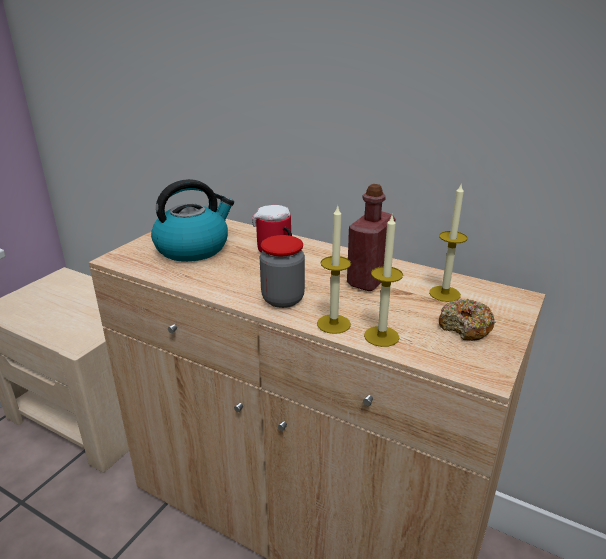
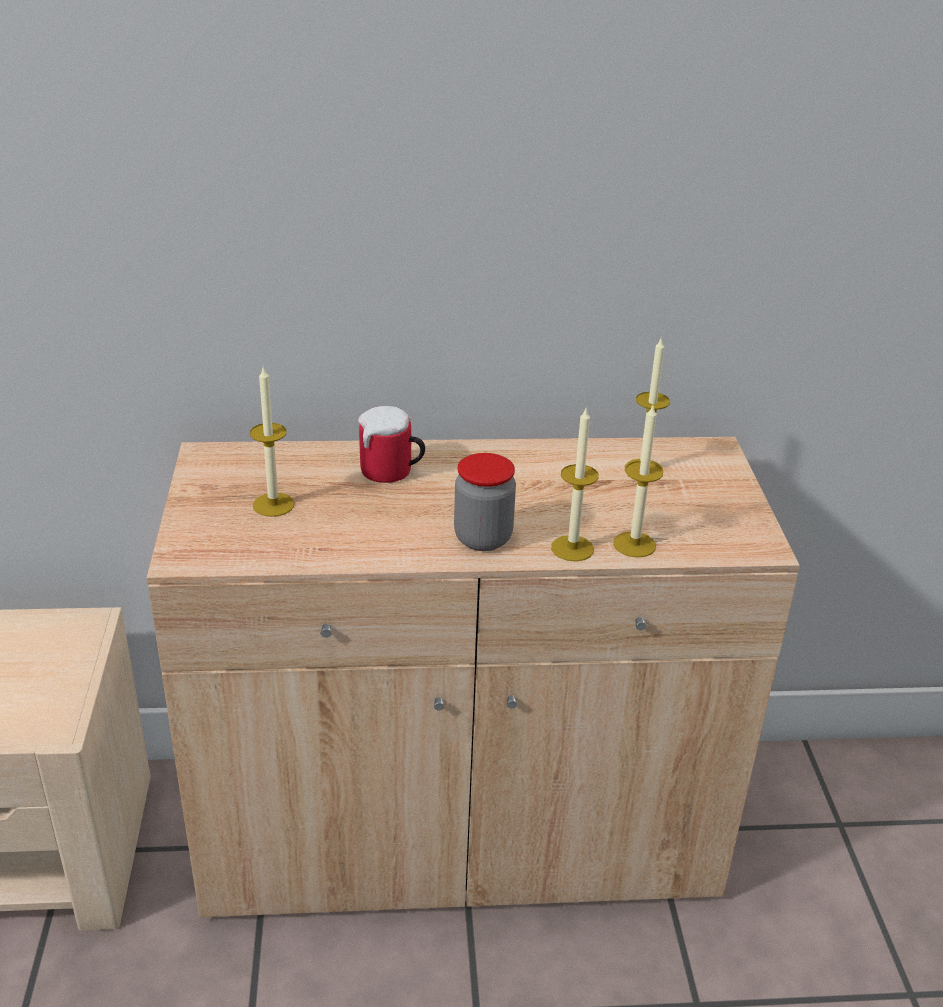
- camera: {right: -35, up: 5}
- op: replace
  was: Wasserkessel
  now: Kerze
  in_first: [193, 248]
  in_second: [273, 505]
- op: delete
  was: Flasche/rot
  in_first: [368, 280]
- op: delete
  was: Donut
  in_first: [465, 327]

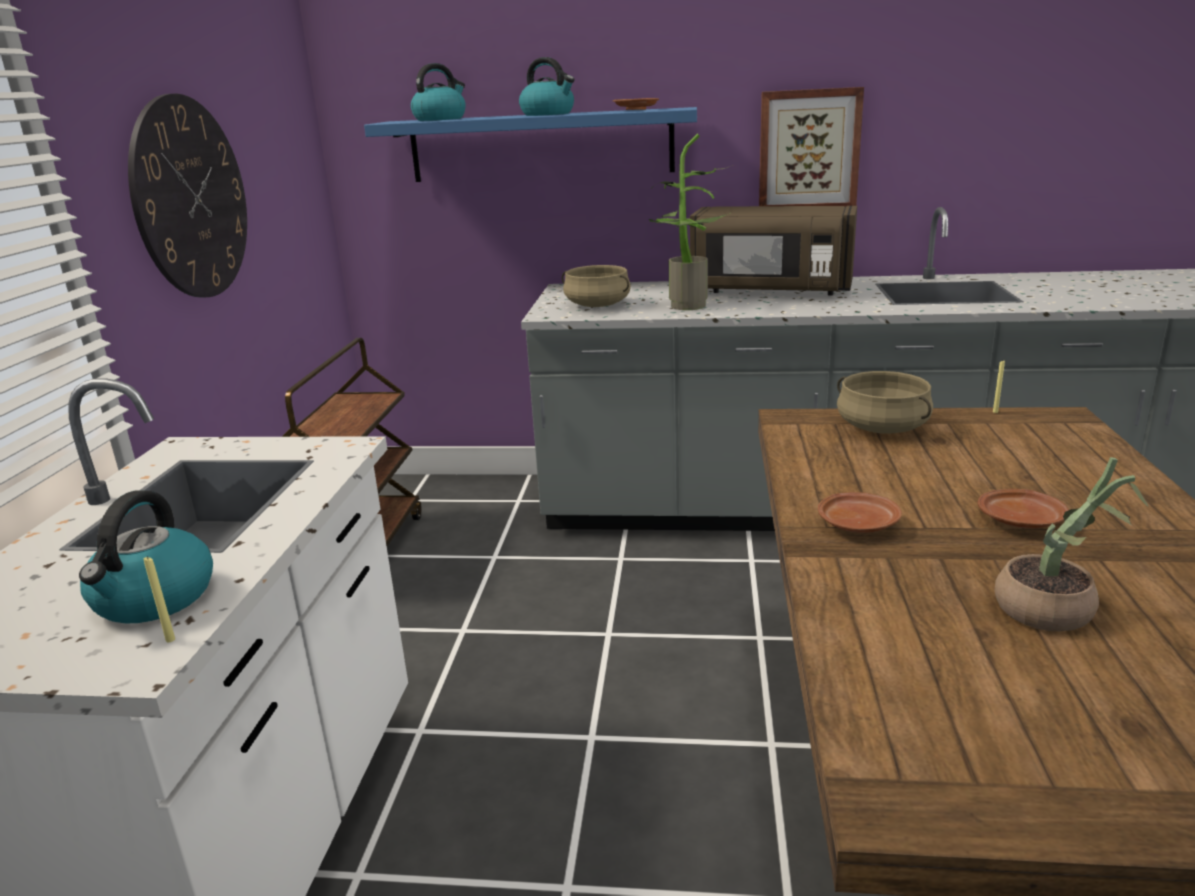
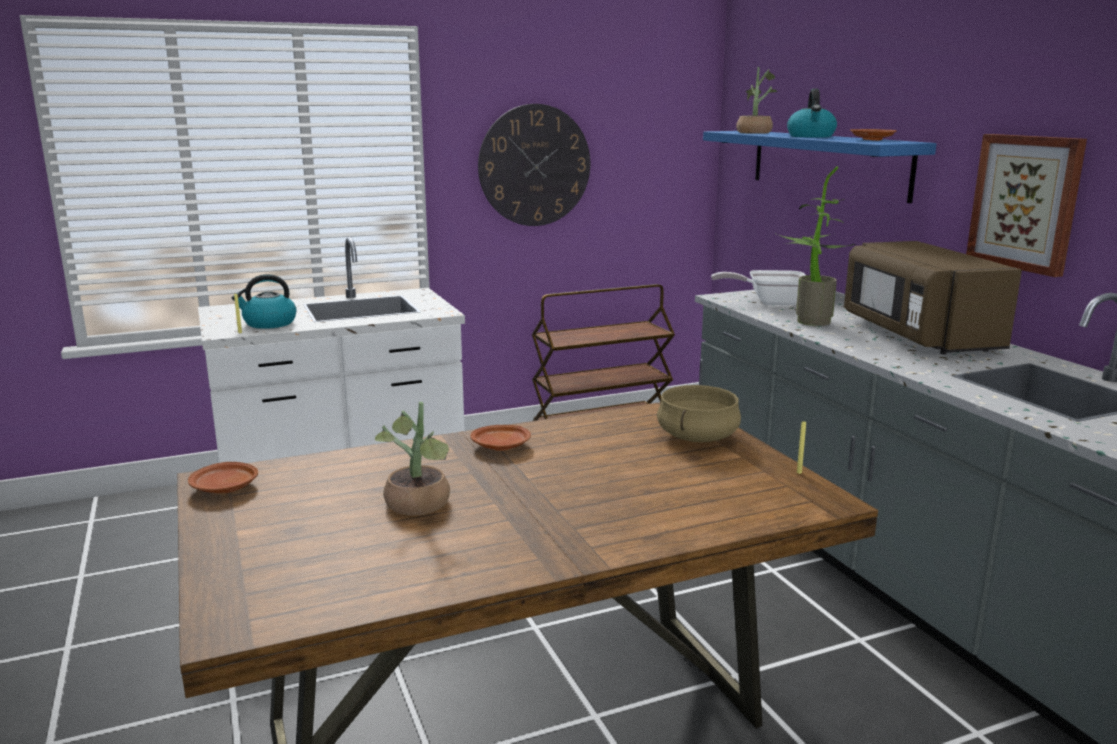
- camera: {right: 60, up: -5}
- op: move
  was: Teller/braun
  in_first: [1021, 521]
  in_second: [225, 488]
- op: replace
  was: Kochtopf/beige
  now: Pfanne
  in_first: [597, 305]
  in_second: [769, 302]
- op: replace
  was: Wasserkessel
  now: Topfpflanze
  in_first: [440, 119]
  in_second: [754, 132]

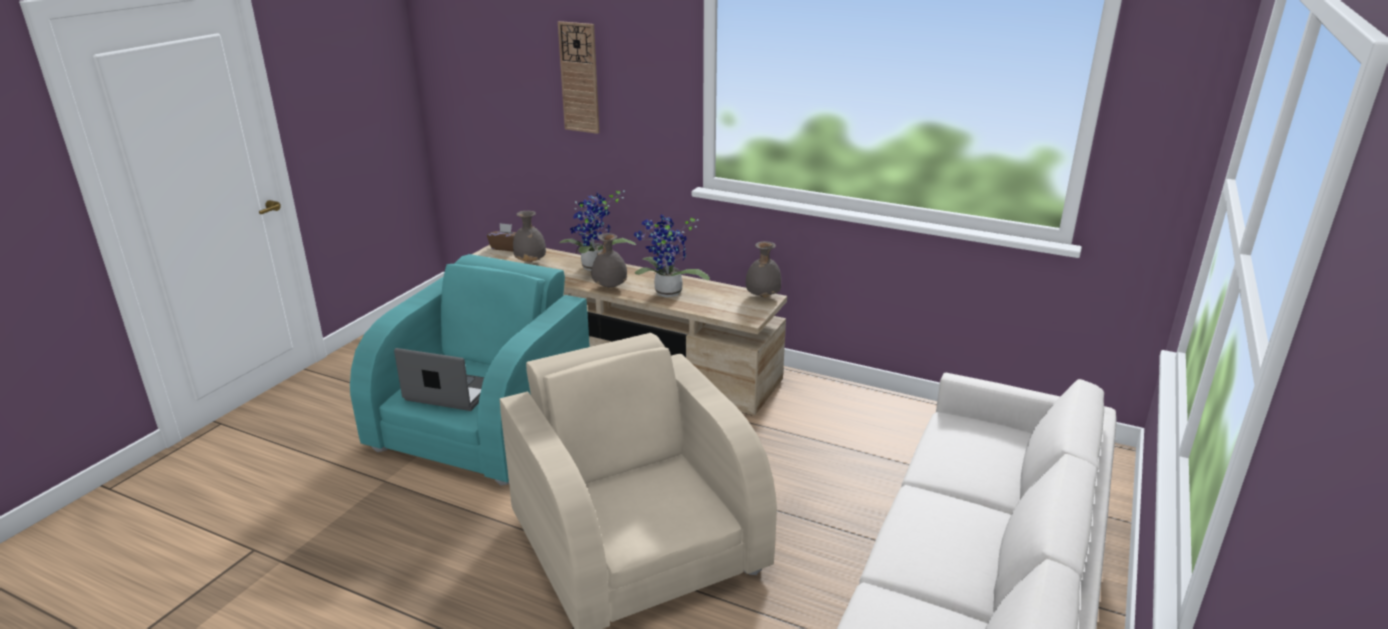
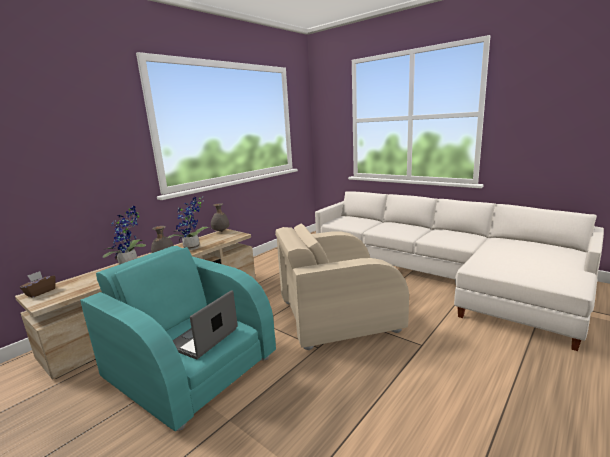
- camera: {right: -75, up: -10}
- op: delete
  was: Vase/grau
  in_first: [531, 262]
- op: delete
  was: Wanduhr
  in_first: [579, 78]

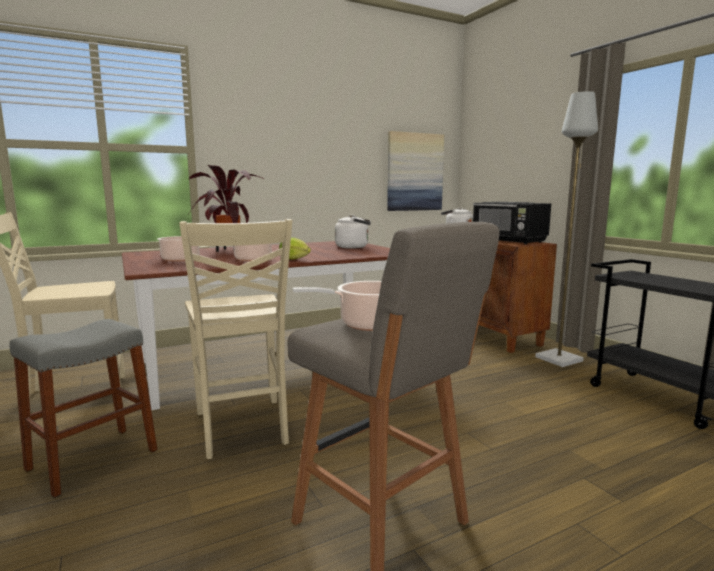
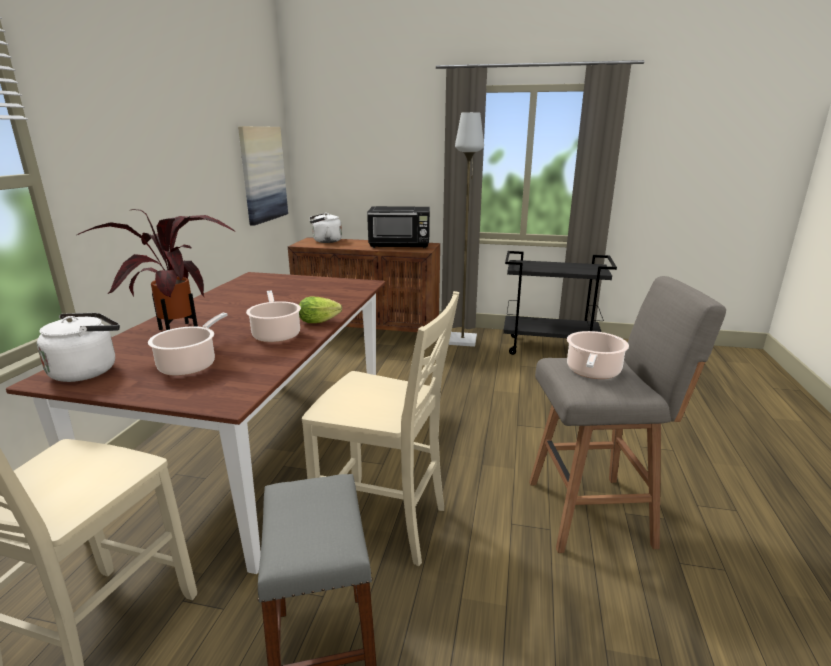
- camera: {right: -50, up: 10}
- op: move
  was: Wasserkessel/weiß
  in_first: [354, 247]
  in_second: [88, 370]

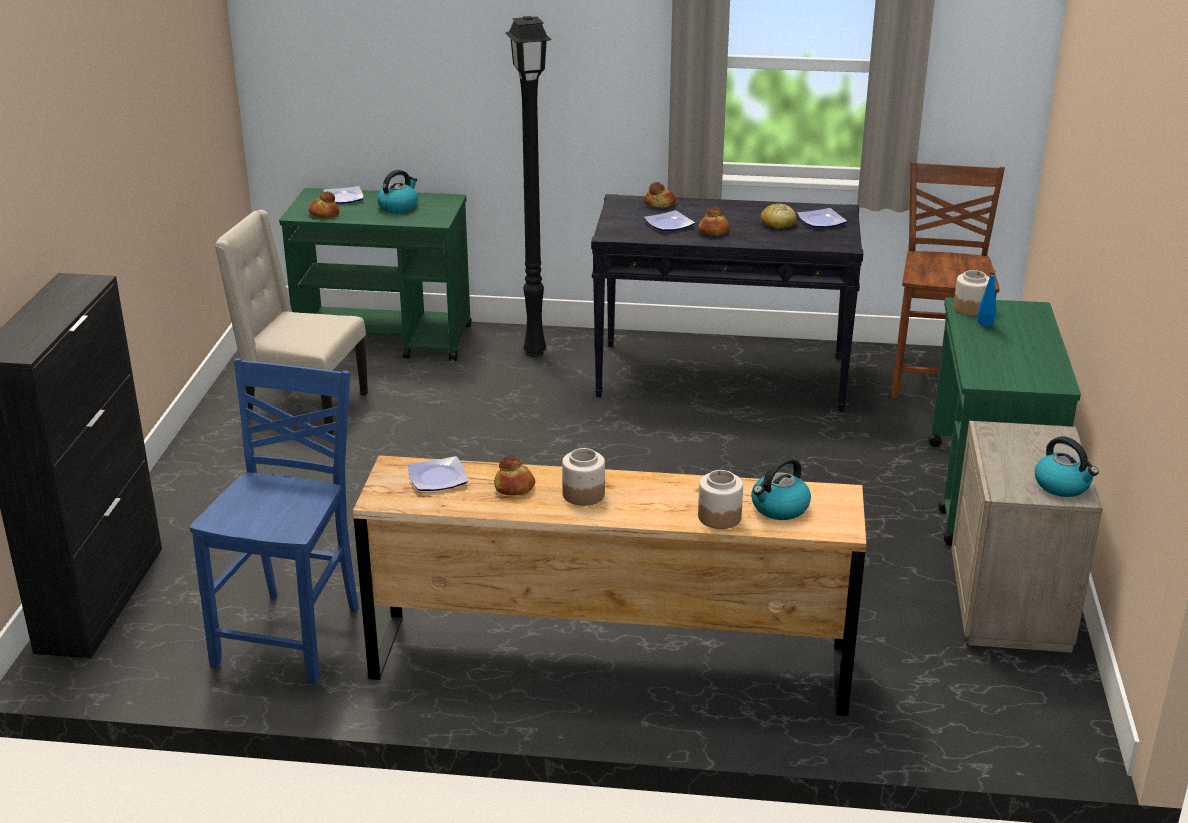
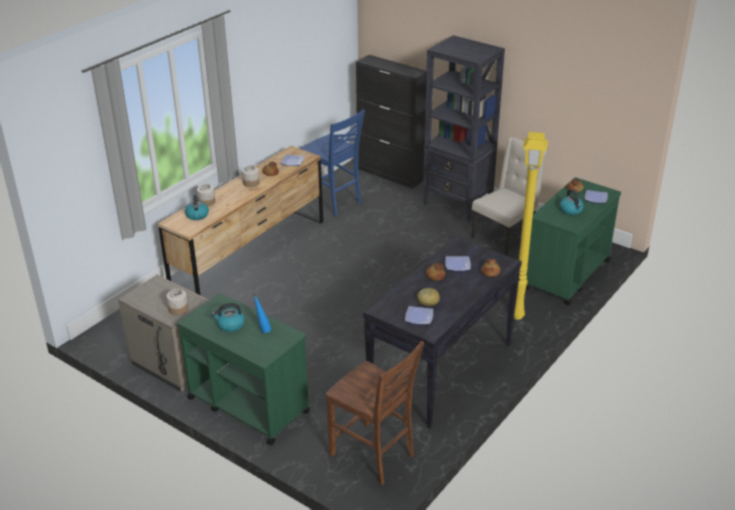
- camera: {right: 120, up: 5}
- op: move
  was: Vorratsglas
  in_first: [970, 308]
  in_second: [178, 309]
- op: move
  was: Wasserkessel
  in_first: [1063, 486]
  in_second: [230, 325]
- op: insert
  now: Bücherregal/schwarz
  in_second: [458, 204]
- op: recolor
  was: Stehlampe/schwarz
  now: Stehlampe/gelb
  in_first: [536, 352]
  in_second: [518, 316]

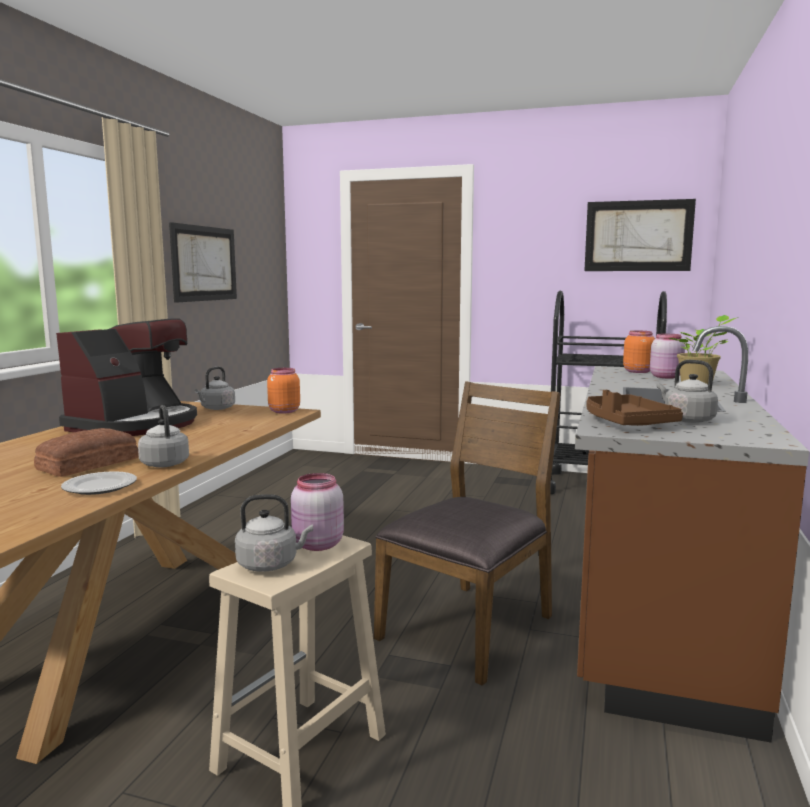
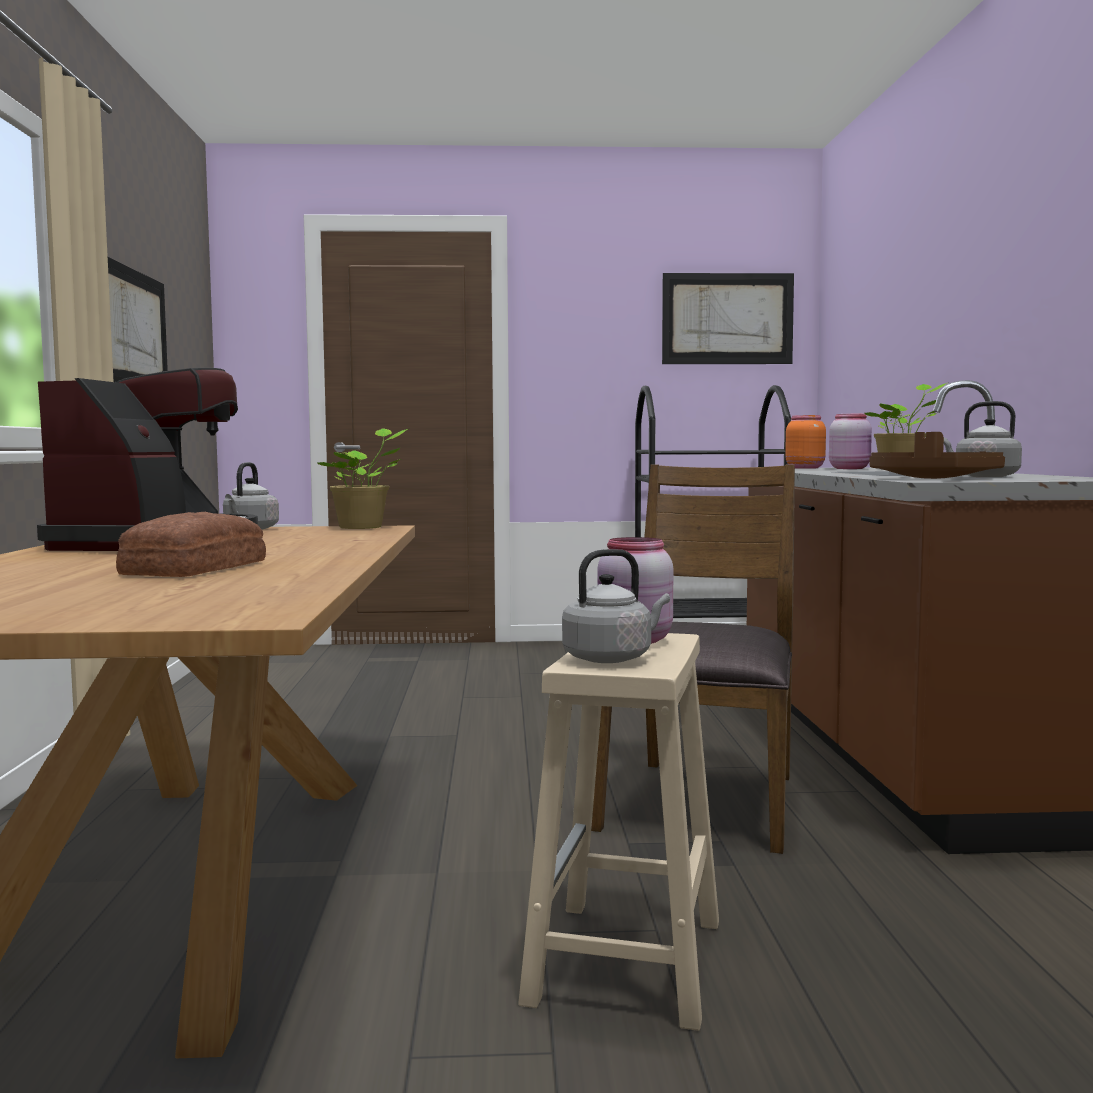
- camera: {right: -20, up: -5}
- op: replace
  was: Vorratsglas/orange
  now: Topfpflanze
  in_first: [283, 411]
  in_second: [364, 527]
- op: delete
  was: Teller
  in_first: [100, 487]
- op: delete
  was: Wasserkessel/grau
  in_first: [164, 463]

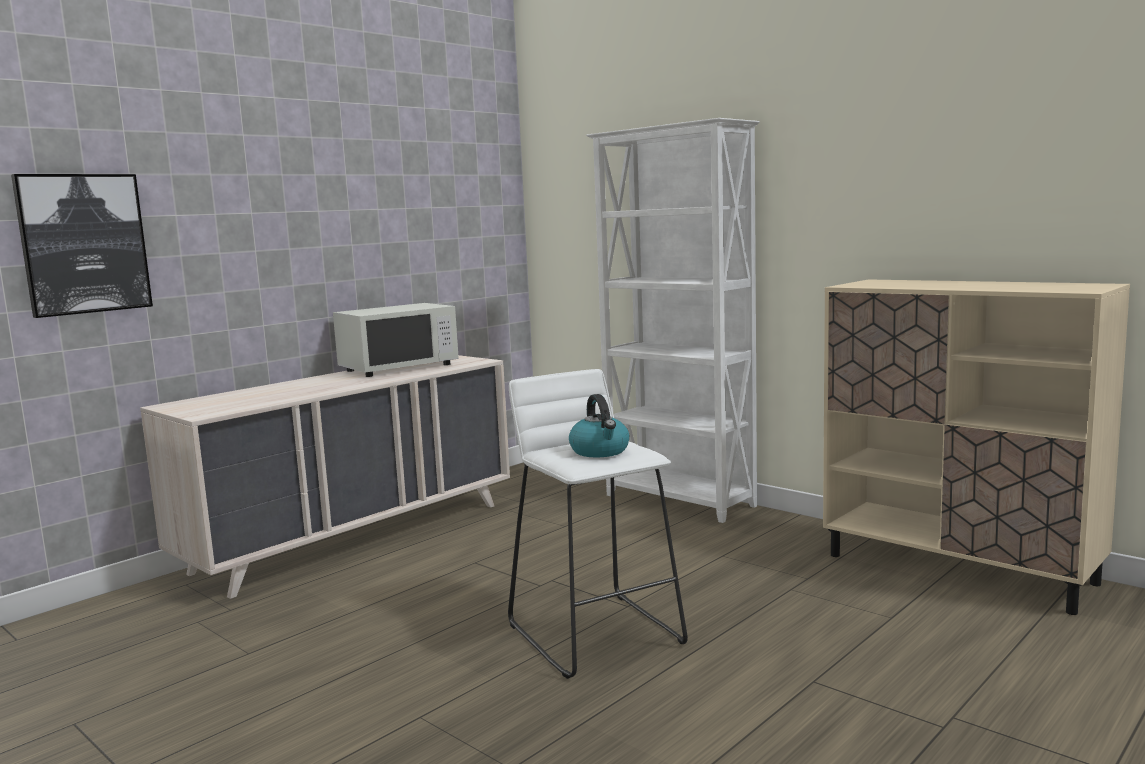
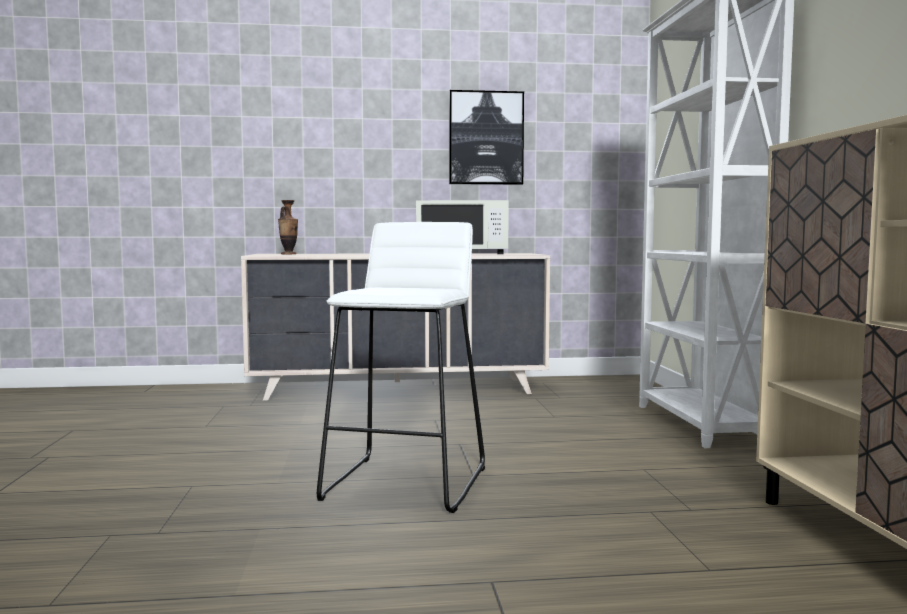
- camera: {right: 40, up: -5}
- op: insert
  now: Vase
  in_second: [288, 254]
- op: move
  was: Bild
  in_first: [84, 244]
  in_second: [485, 138]
- op: delete
  was: Wasserkessel
  in_first: [600, 451]

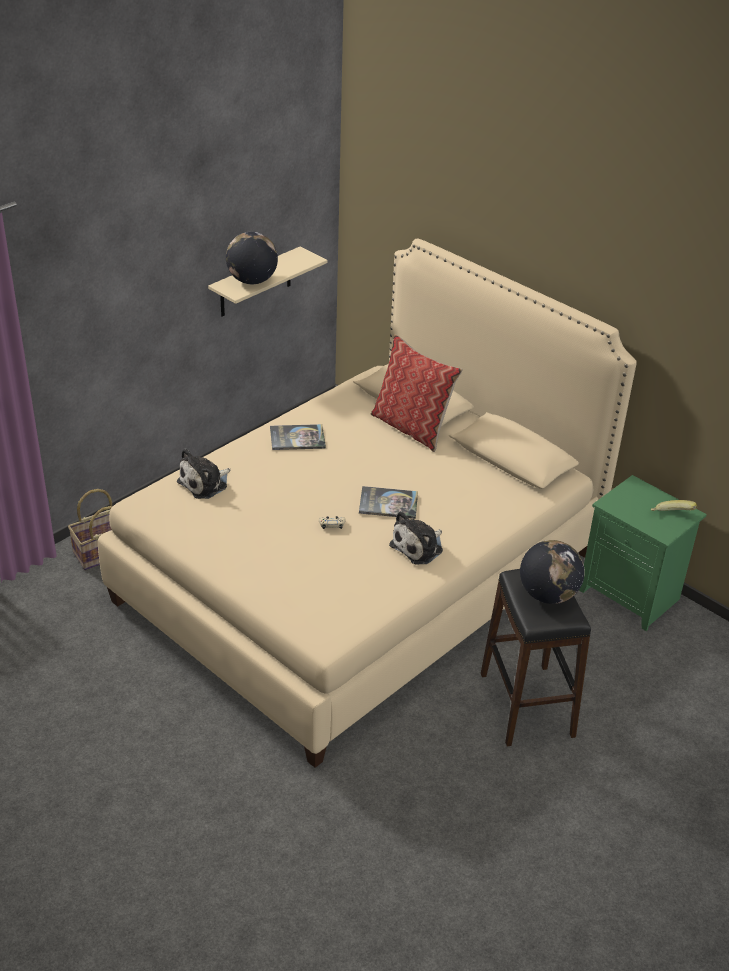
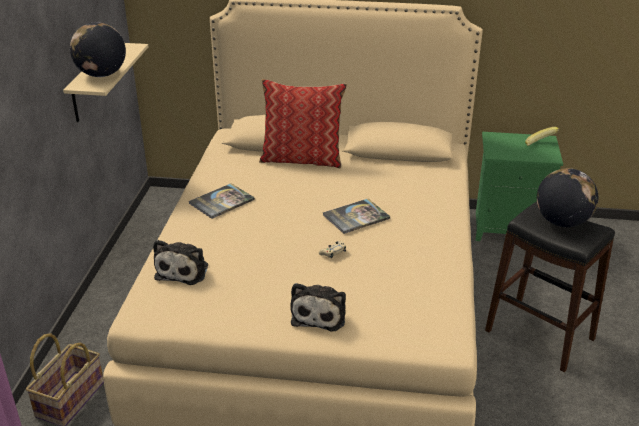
- camera: {right: -35, up: -5}
- op: move
  was: Plüschtier
  in_first: [419, 547]
  in_second: [320, 314]

